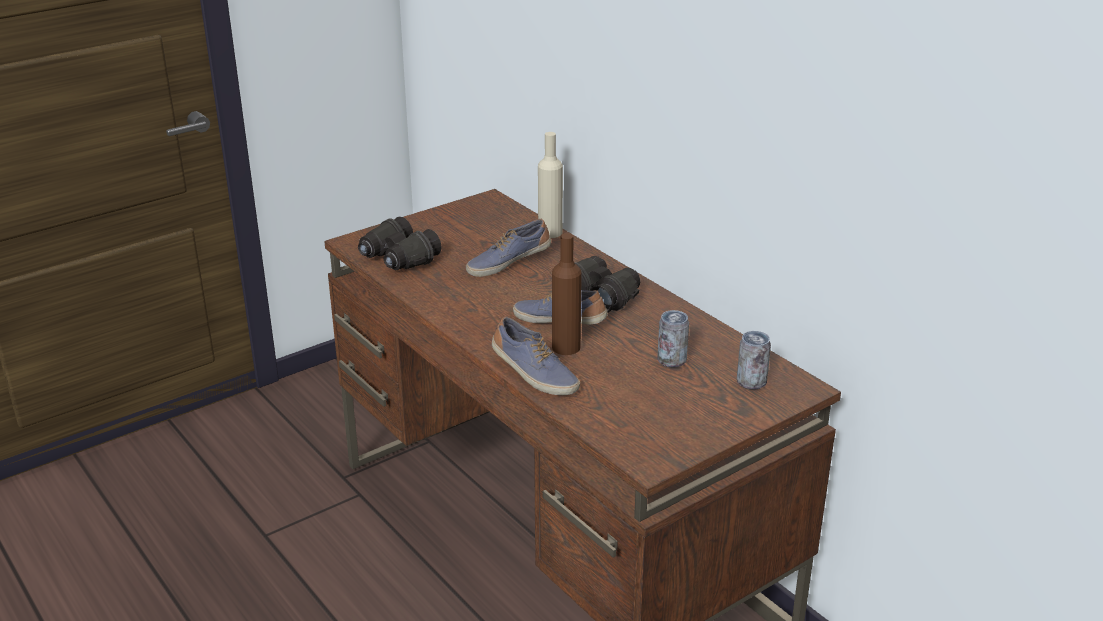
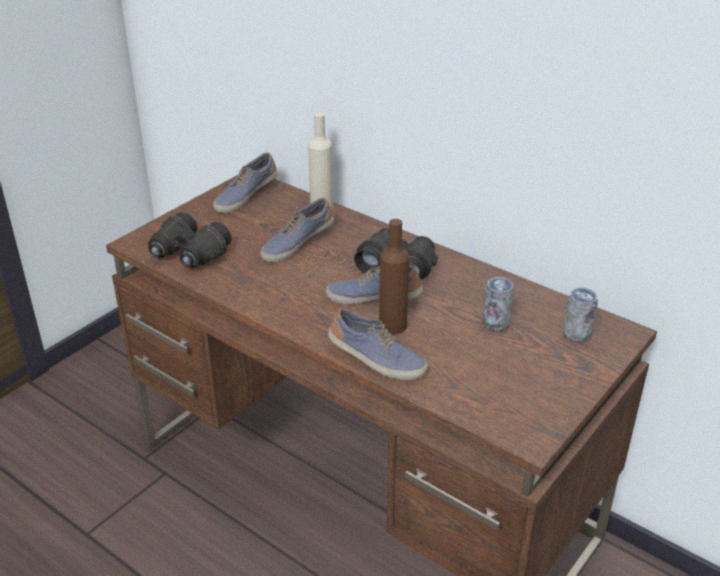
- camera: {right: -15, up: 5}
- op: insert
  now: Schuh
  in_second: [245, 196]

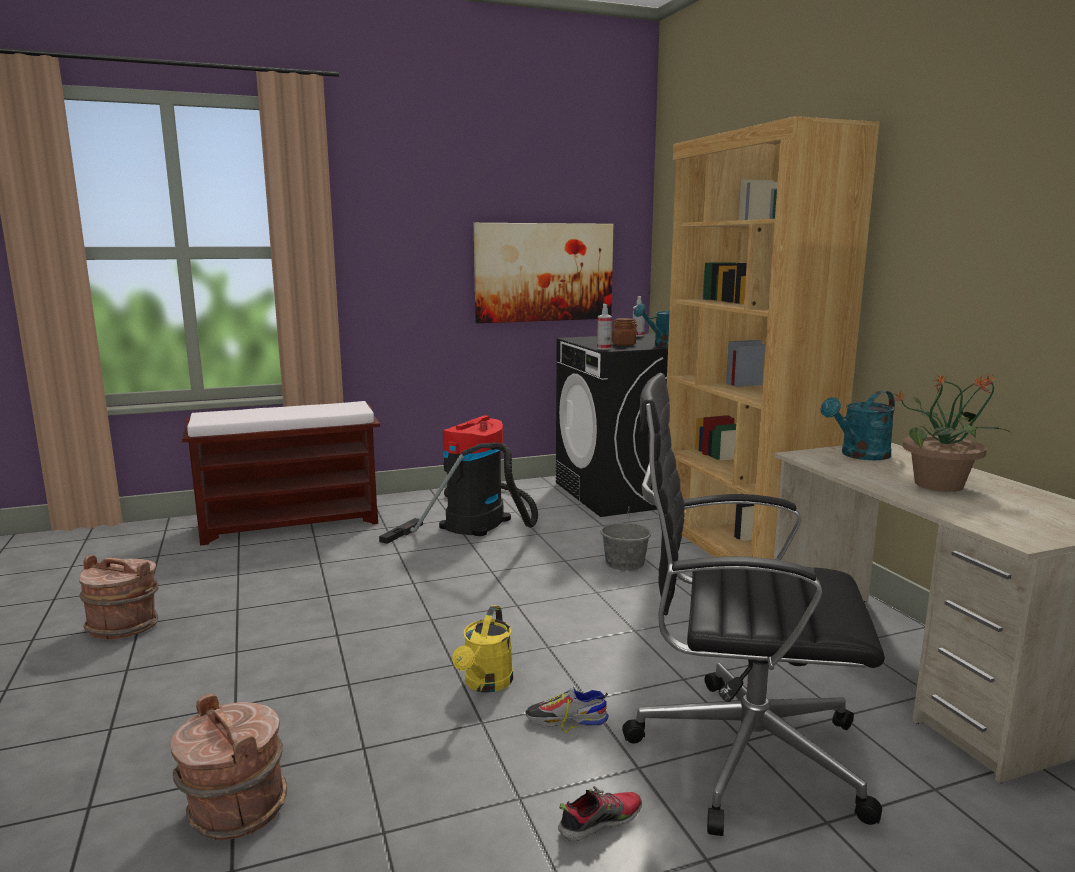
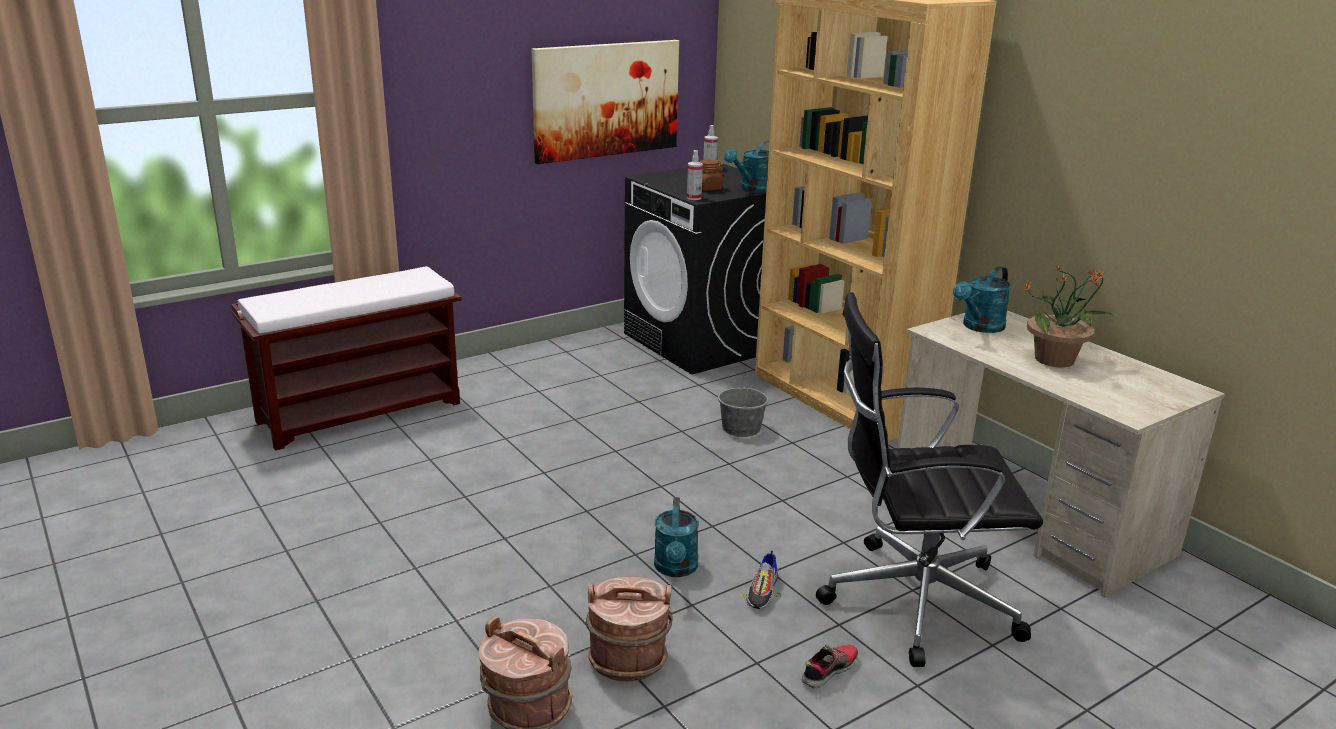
- camera: {right: -15, up: 10}
- op: move
  was: Eimer/braun
  in_first: [124, 626]
  in_second: [628, 658]
- op: recolor
  was: Gießkanne/gelb
  now: Gießkanne/türkis
  in_first: [485, 684]
  in_second: [676, 569]
- op: rotate
  was: Schuh
  in_first: [566, 719]
  in_second: [762, 592]
  clockwise: -60
- op: delete
  was: Staubsauger
  in_first: [478, 521]

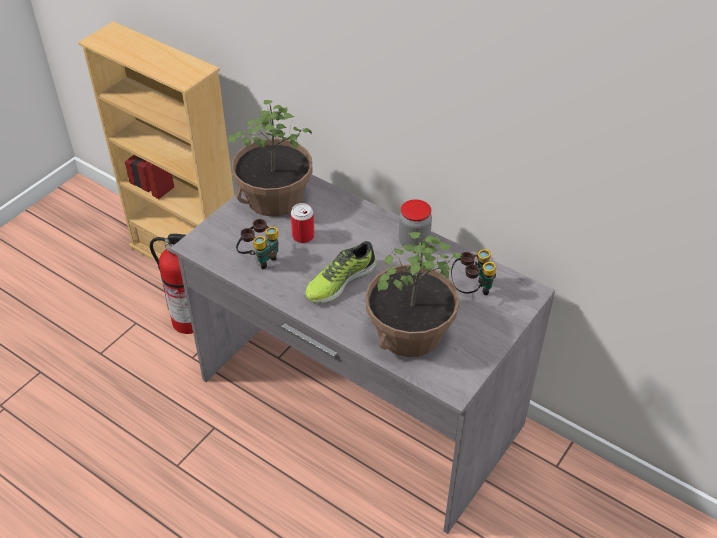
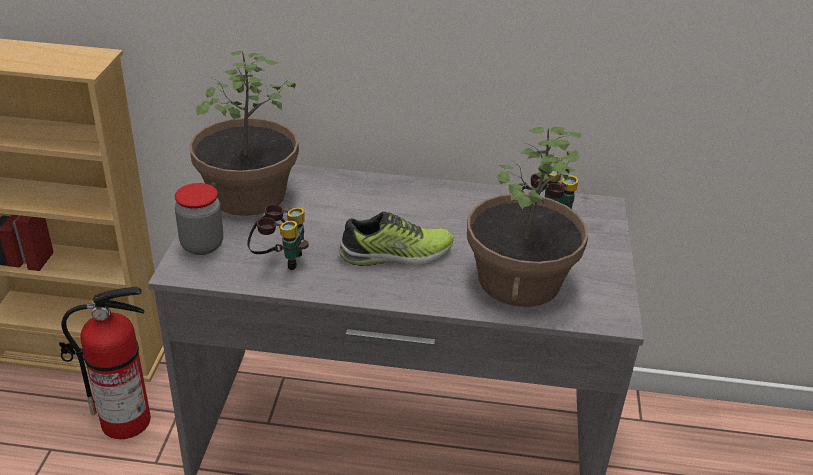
- camera: {right: -30, up: -10}
- op: move
  was: Vorratsglas
  in_first: [414, 242]
  in_second: [202, 245]
- op: rotate
  was: Schuh
  in_first: [340, 281]
  in_second: [396, 254]
  clockwise: -120
- op: delete
  was: Dose
  in_first: [303, 236]

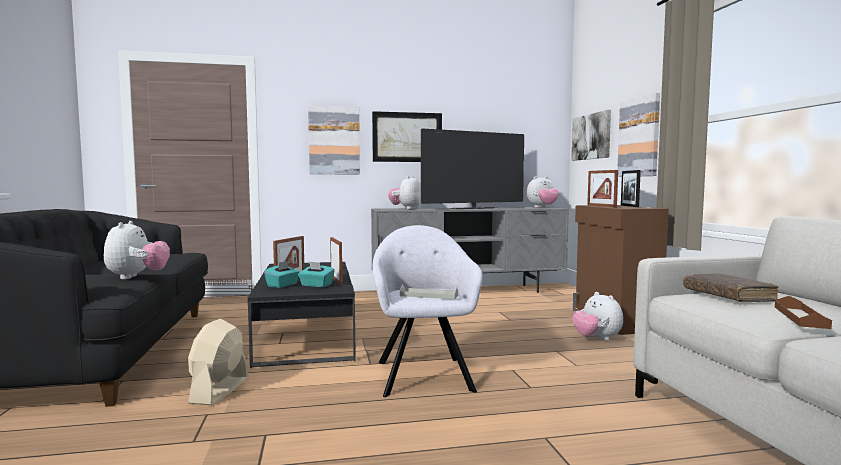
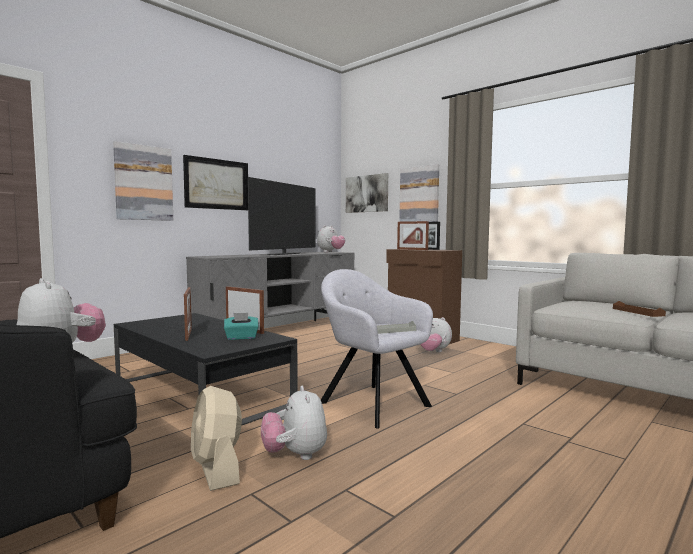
- camera: {right: -35, up: 0}
- op: move
  was: Plüschtier
  in_first: [406, 208]
  in_second: [295, 455]
- op: delete
  was: Taschentuchbox/türkis
  in_first: [282, 285]
- op: delete
  was: Buch/braun
  in_first: [727, 296]

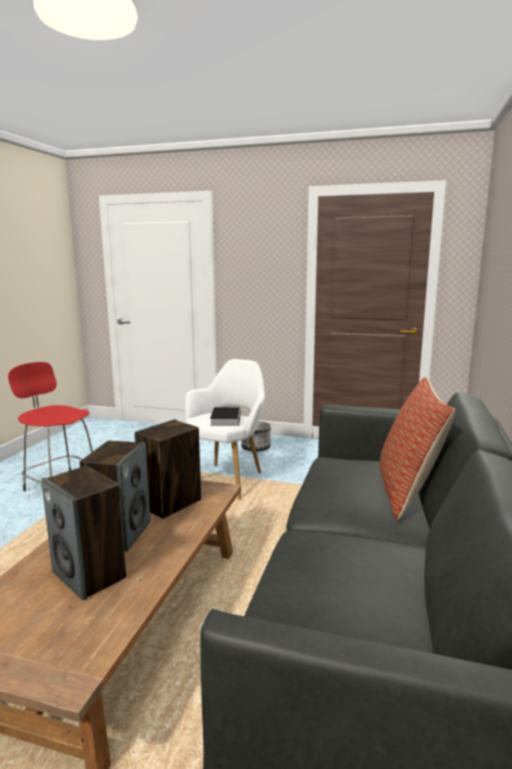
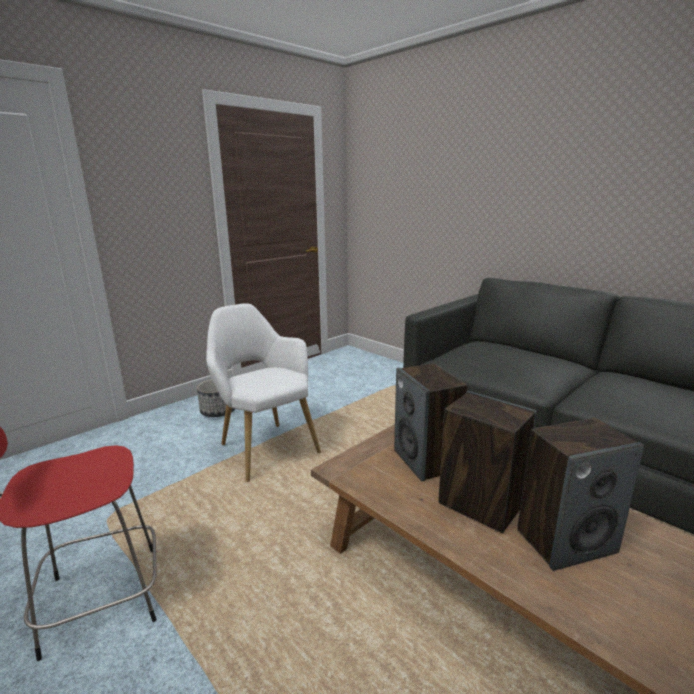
- camera: {right: -60, up: 5}
- op: delete
  was: Buch
  in_first: [225, 419]
- op: delete
  was: Kissen
  in_first: [407, 492]

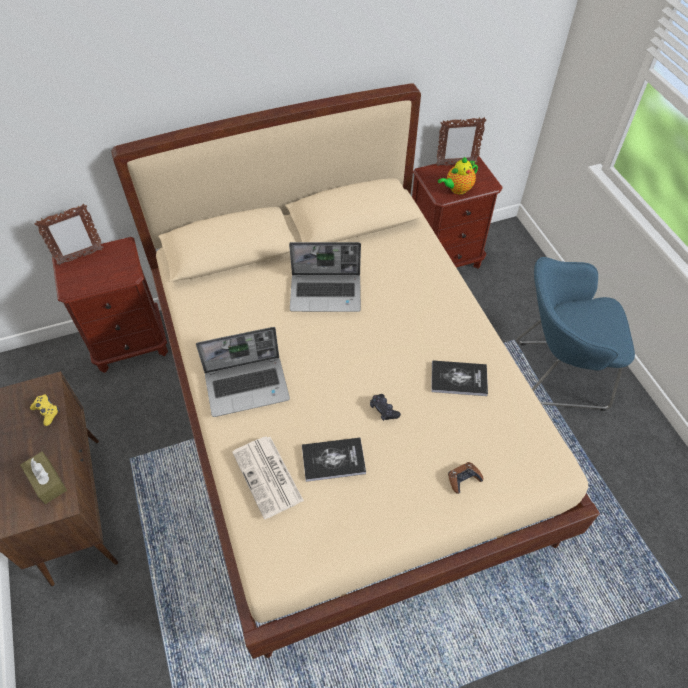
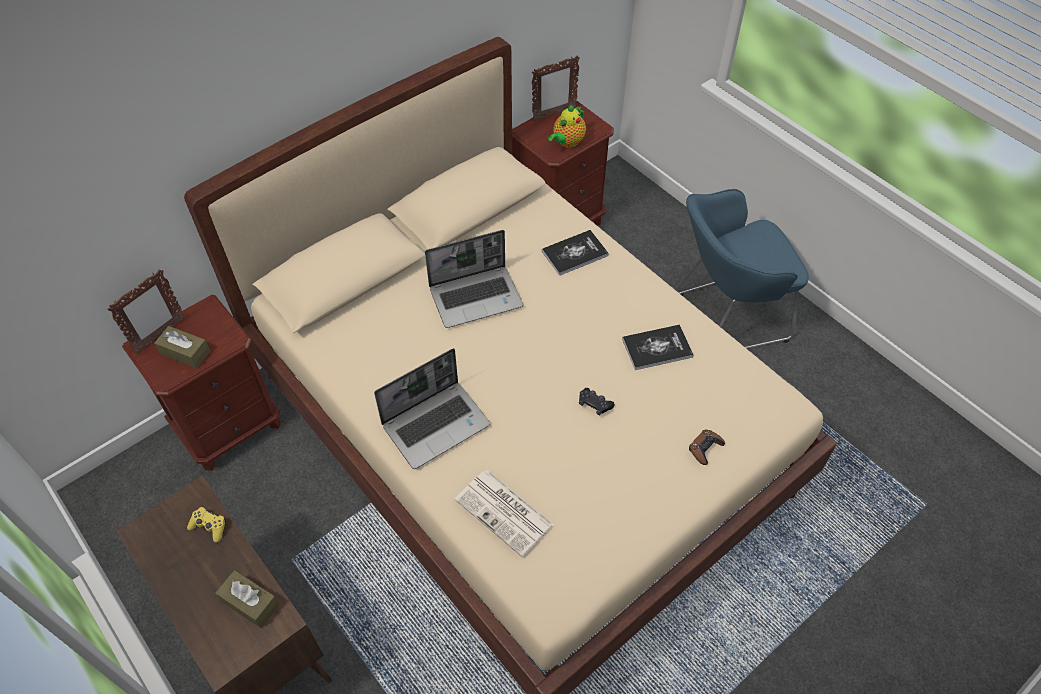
- camera: {right: -20, up: 0}
- op: insert
  now: Taschentuchbox/braun
  in_second: [185, 352]
- op: move
  was: Buch
  in_first: [333, 460]
  in_second: [574, 253]

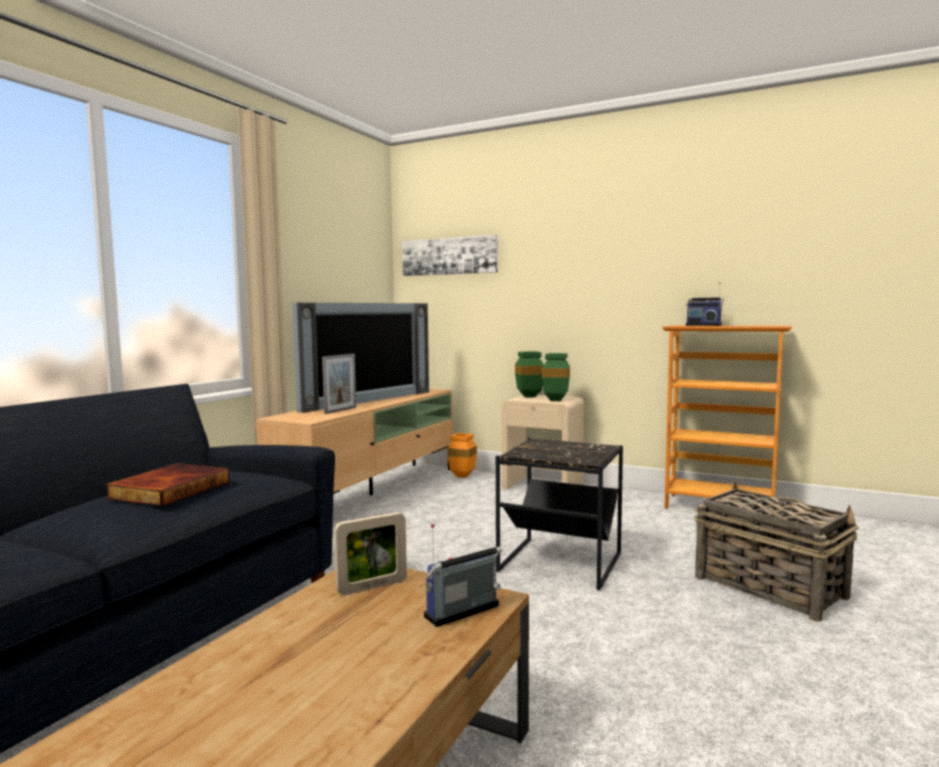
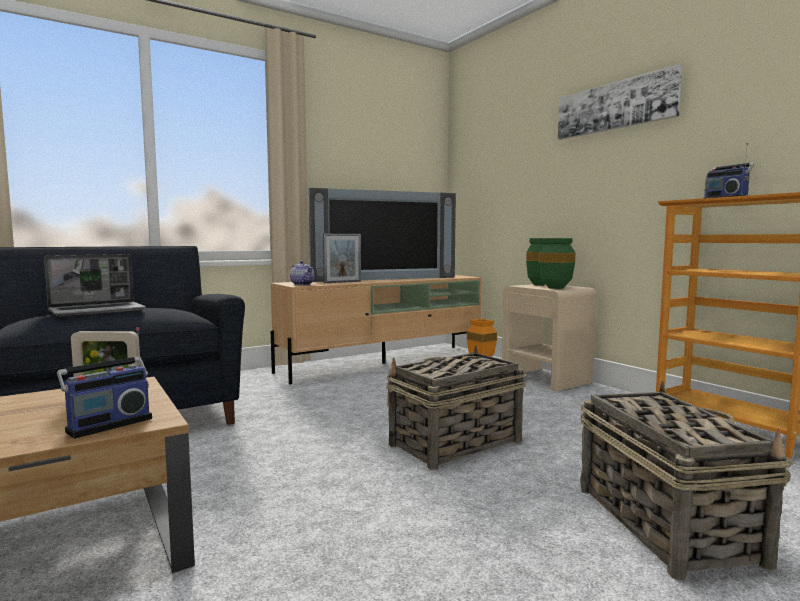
- camera: {right: 30, up: 0}
- op: replace
  was: Buch
  now: Laptop
  in_first: [169, 489]
  in_second: [98, 311]
- op: rotate
  was: Radio
  in_first: [464, 613]
  in_second: [108, 424]
  clockwise: 135
- op: insert
  now: Teekanne
  in_second: [302, 284]
- op: replace
  was: Beistelltisch/schwarz
  now: Korb
  in_first: [561, 563]
  in_second: [454, 443]
- op: move
  was: Bild
  in_first: [449, 256]
  in_second: [615, 106]

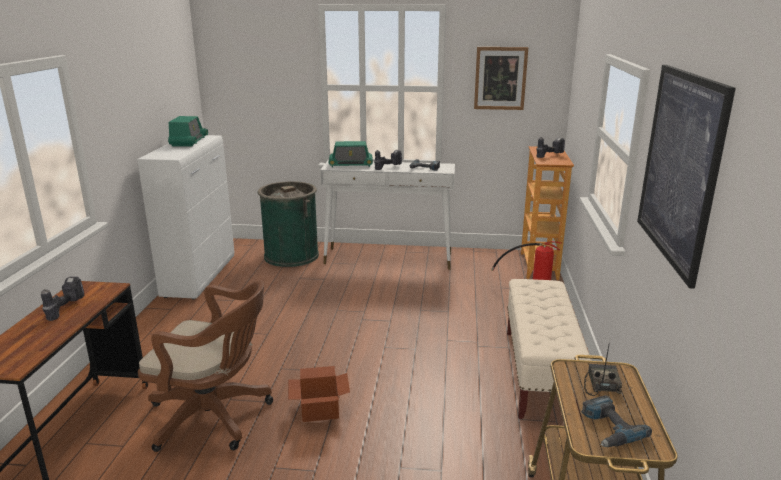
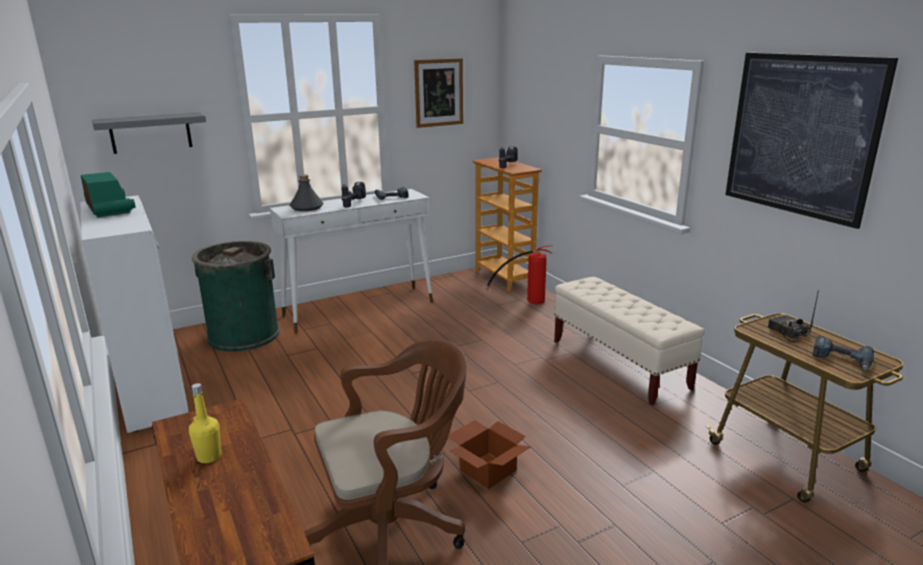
- camera: {right: -35, up: 0}
- op: insert
  now: Wandregal/grau
  in_second: [150, 133]
- op: replace
  was: Bohrmaschine
  now: Flasche/gelb
  in_first: [64, 309]
  in_second: [209, 456]
- op: replace
  was: Radio
  now: Flasche/grau
  in_first: [350, 164]
  in_second: [307, 207]

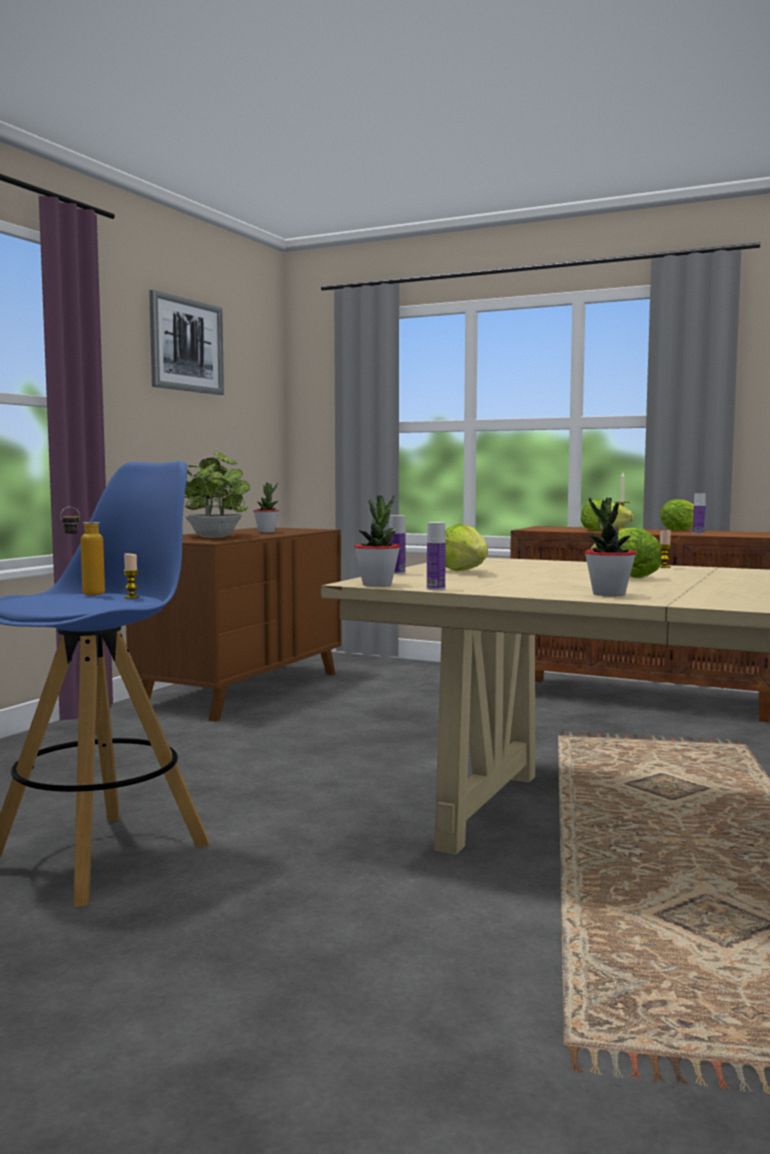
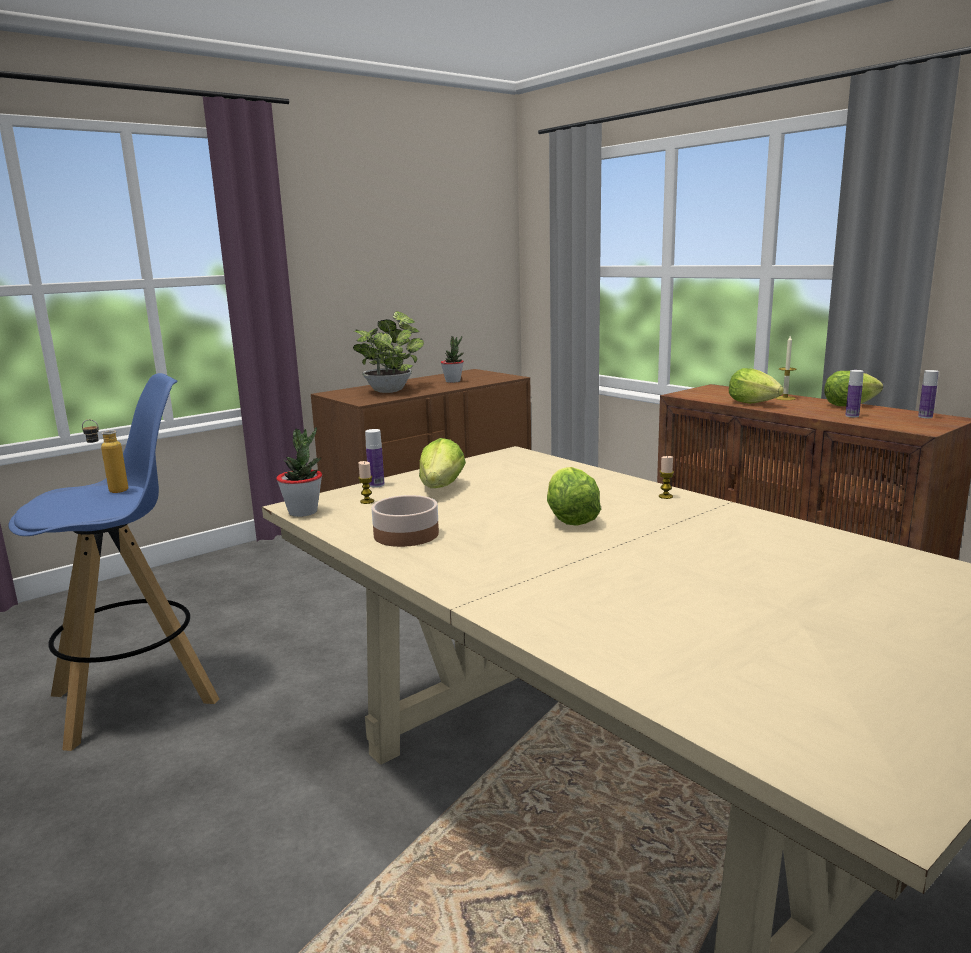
- camera: {right: 25, up: 10}
- op: move
  was: Kerze
  in_first: [131, 597]
  in_second: [367, 501]
- op: insert
  now: Schüssel
  in_second: [405, 534]
- op: move
  was: Flasche
  in_first: [435, 589]
  in_second: [925, 417]
- op: delete
  was: Bild
  in_first: [186, 345]
- op: delete
  was: Topfpflanze
  in_first: [608, 594]

